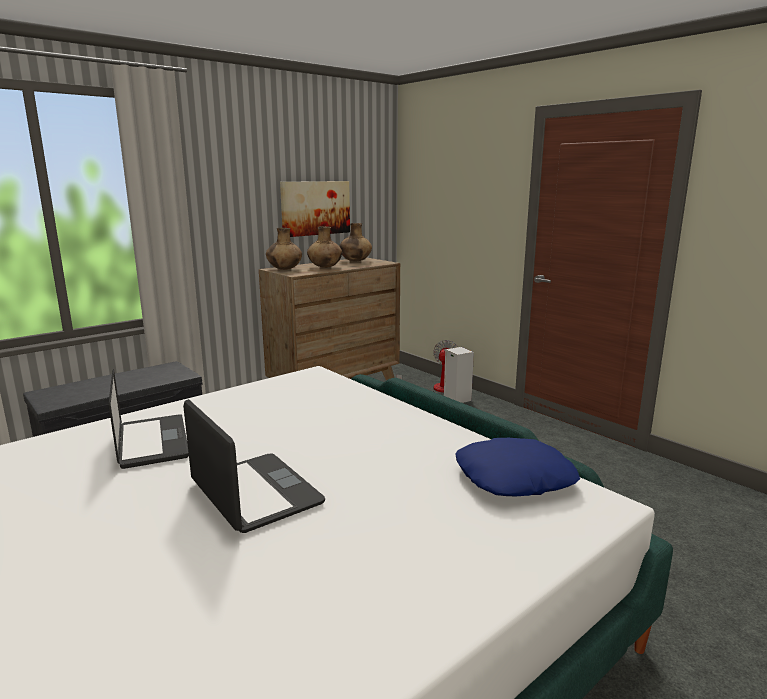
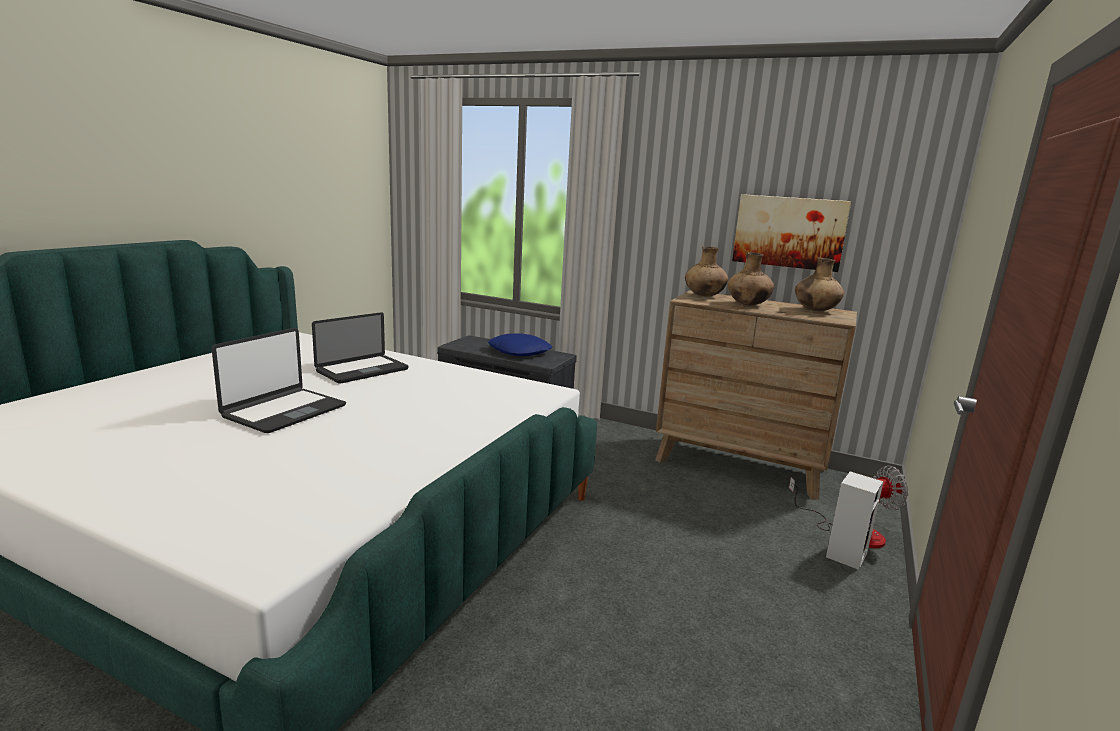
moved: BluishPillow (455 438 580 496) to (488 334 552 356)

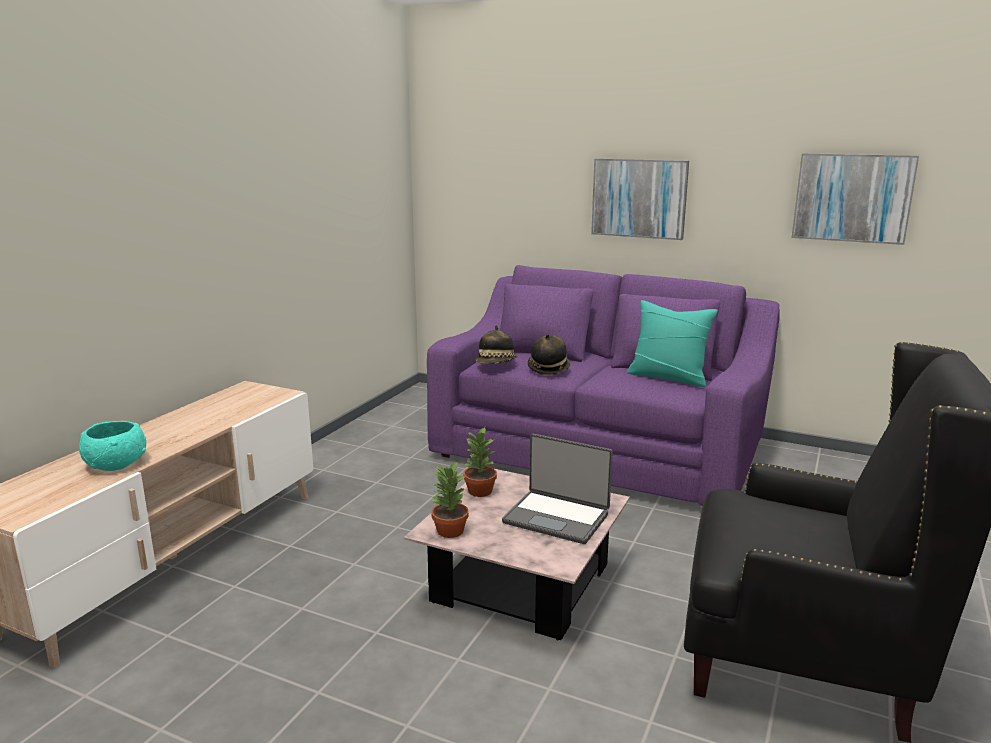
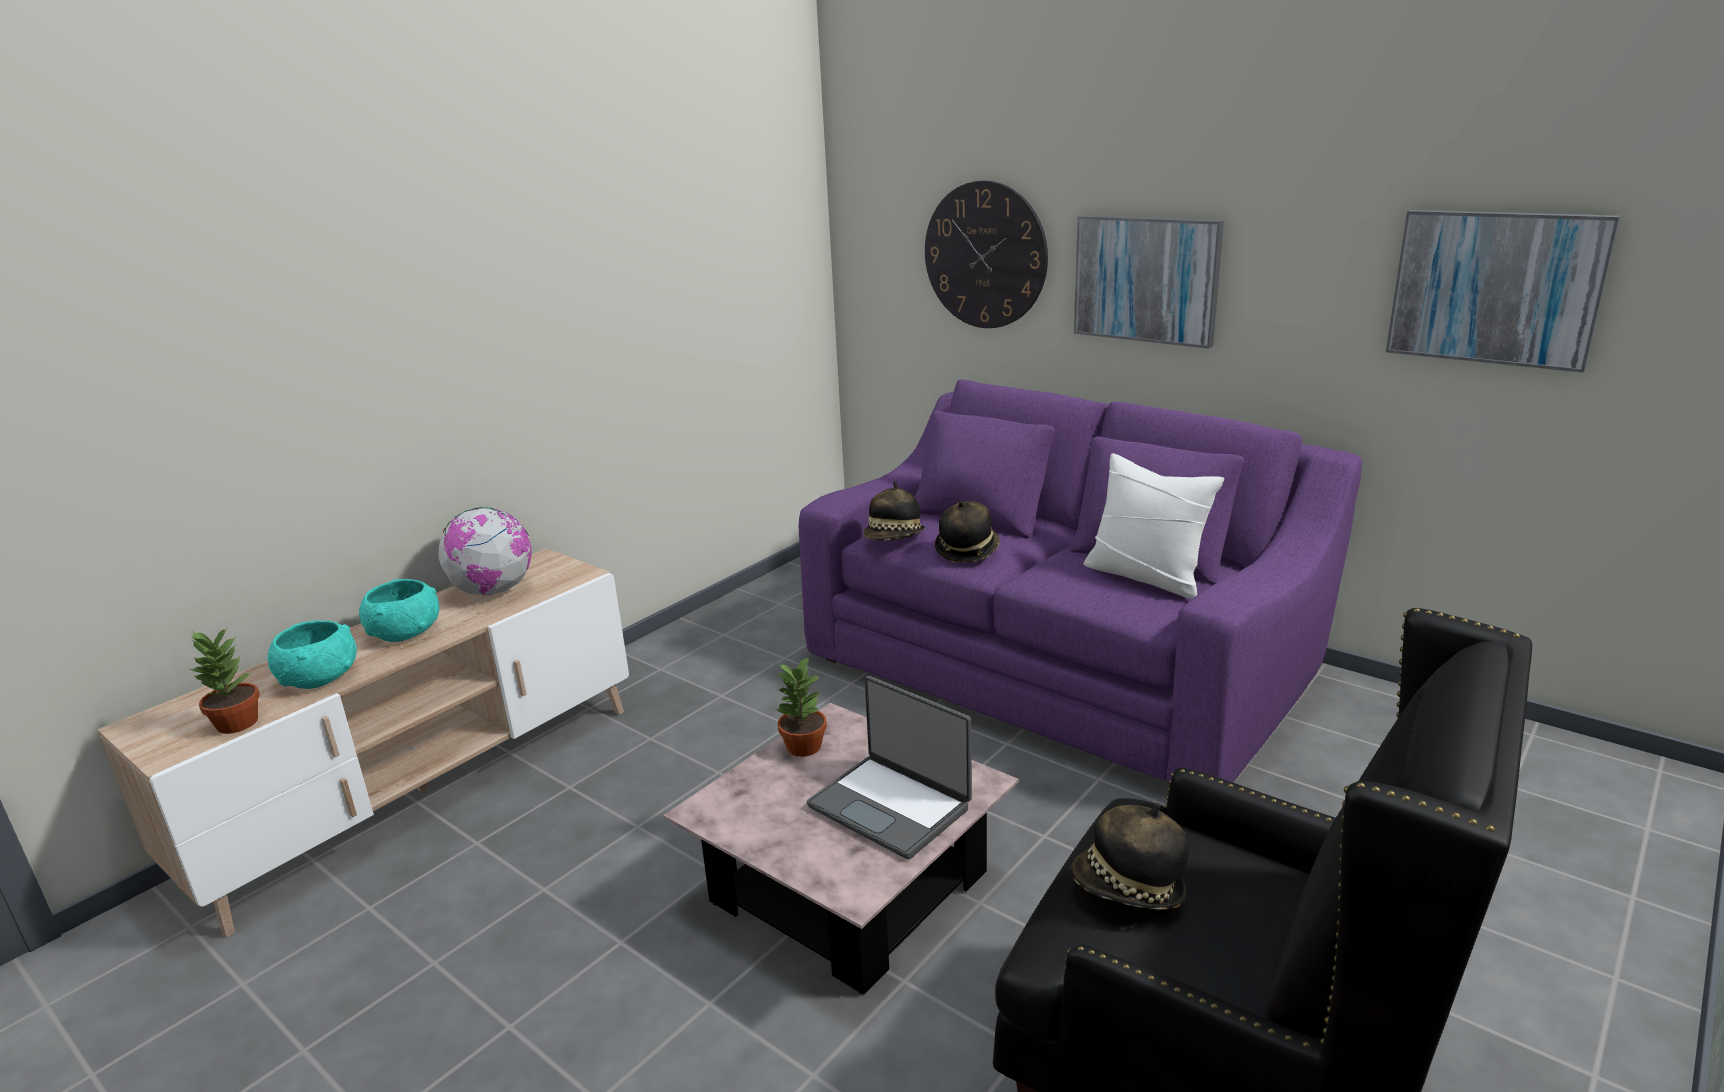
added: TurquoiseColouredServingBowl (359 579 439 642); Globe (438 507 532 595); ClockOnTheWall (925 181 1048 328); WearableHat (1070 803 1189 910)
moved: PottedPlant (431 461 468 538) to (190 627 260 734)
recoloured: TurquoiseColouredPillow (627 300 718 387) to WhitePillow (1084 453 1224 599)

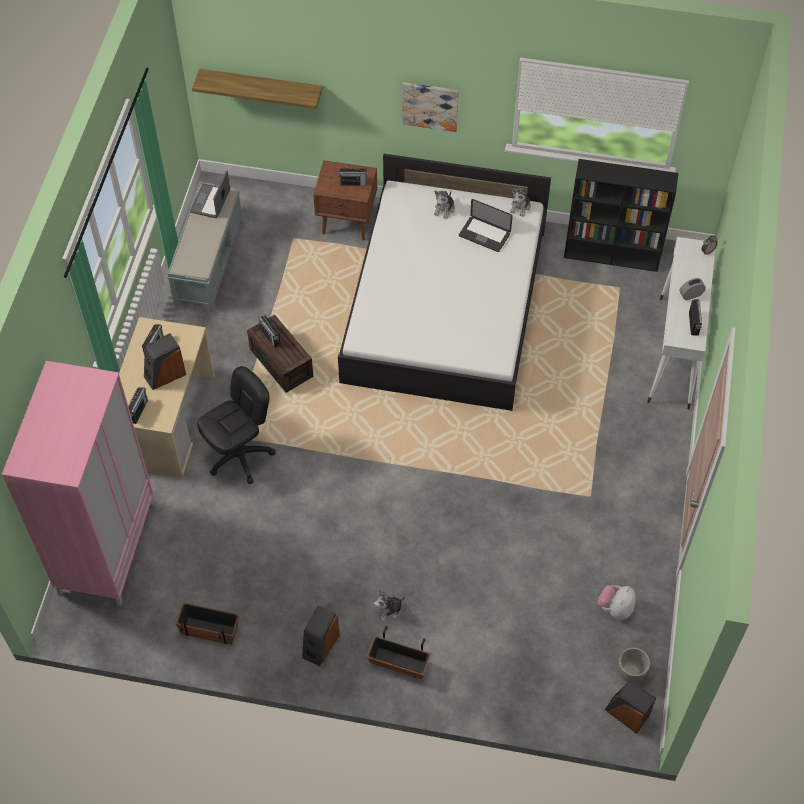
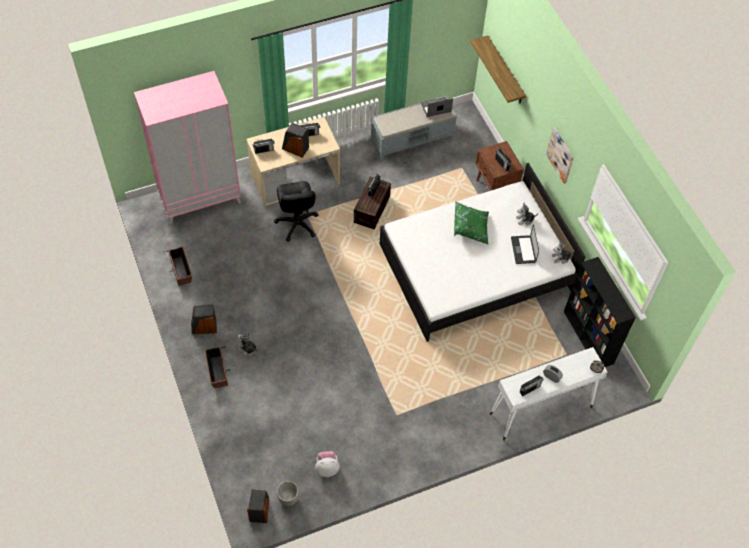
added: GreenPillow (454 202 489 244)
turned: BlackColouredDeskChair (197 366 276 484) = (274 181 319 242) 60 degrees clockwise

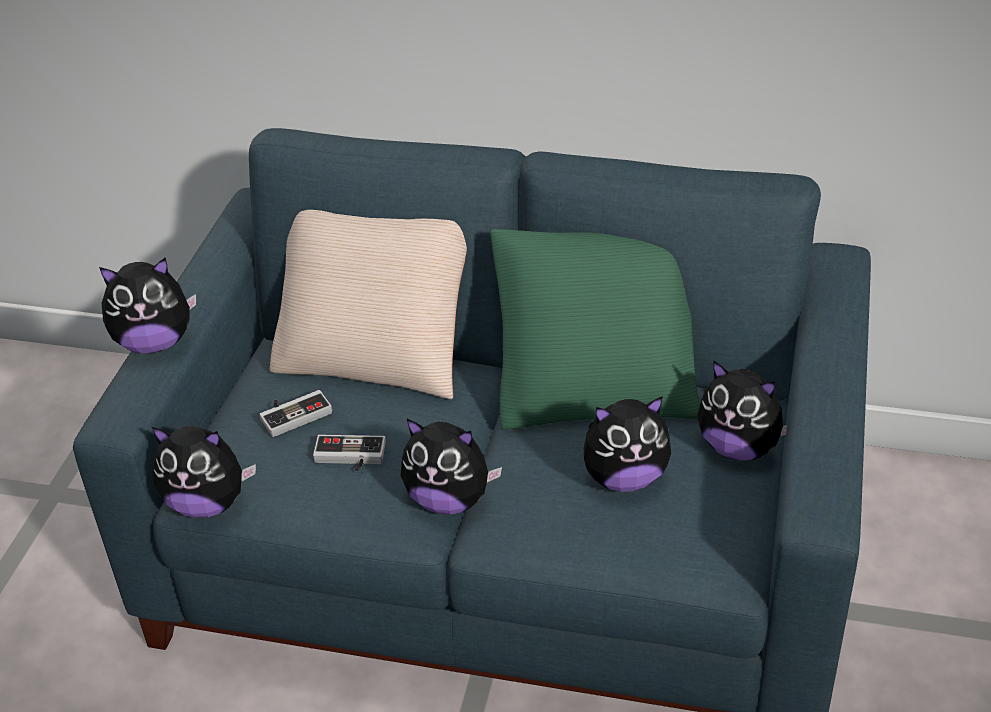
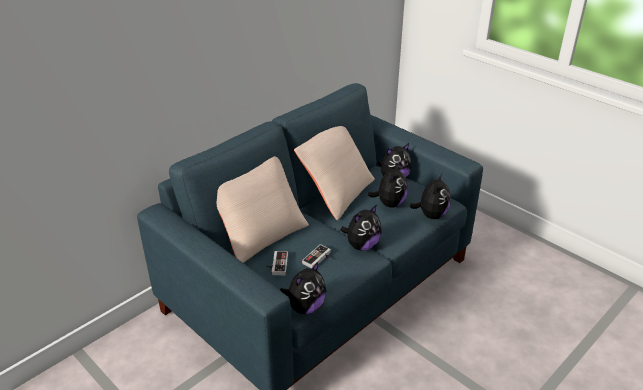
moved: SoftToy (99 258 196 353) to (409 173 450 219)
recoloured: GreenPillow (490 229 700 430) to SandColouredPillow (294 126 375 220)

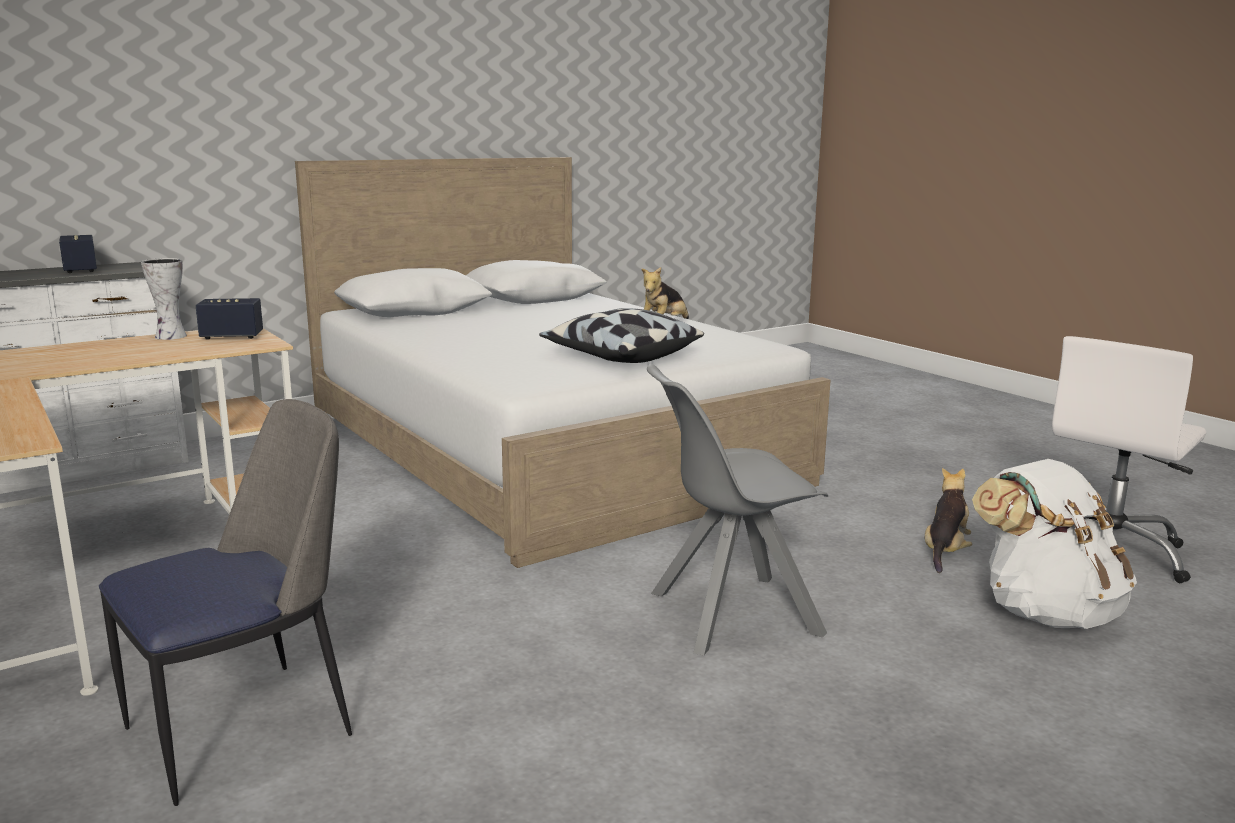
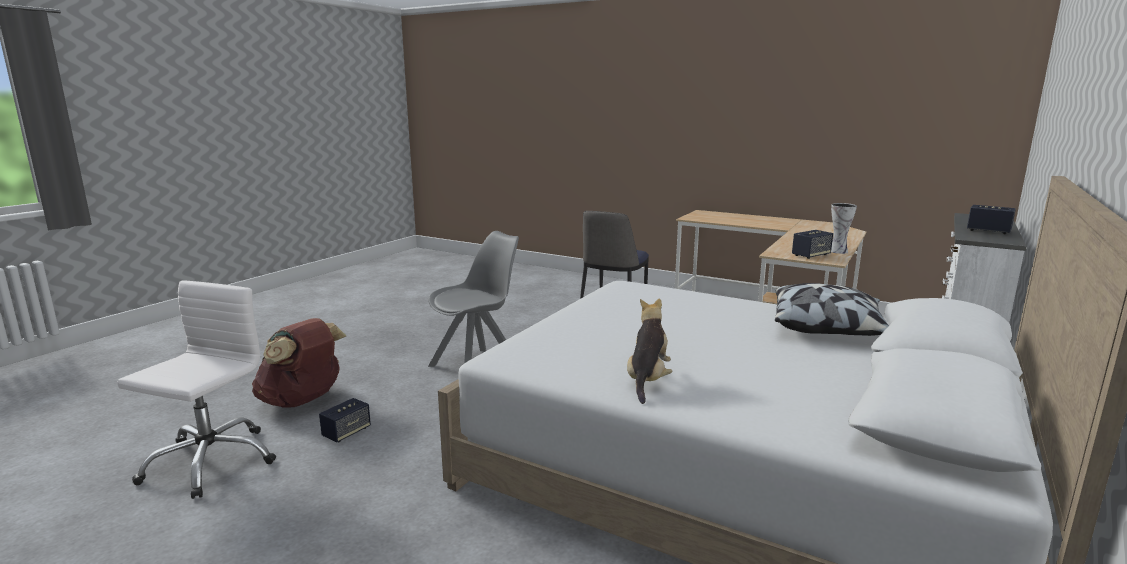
moved: Pillow (539 308 704 363) to (775 283 889 336)
replaced: SoftToy (925 468 972 573) to AudioSpeaker (319 398 371 442)
recoloured: WhiteBackpack (972 459 1137 629) to BrownishBackpack (252 318 346 408)

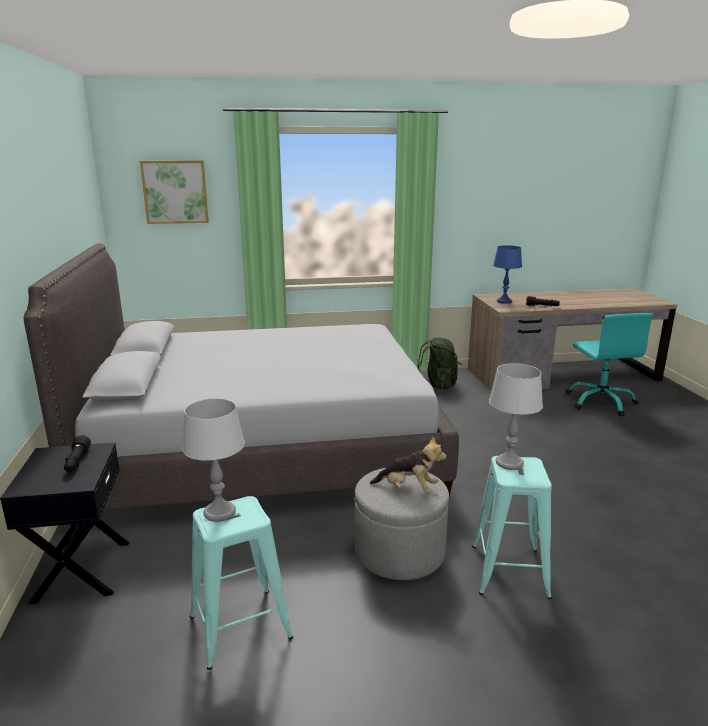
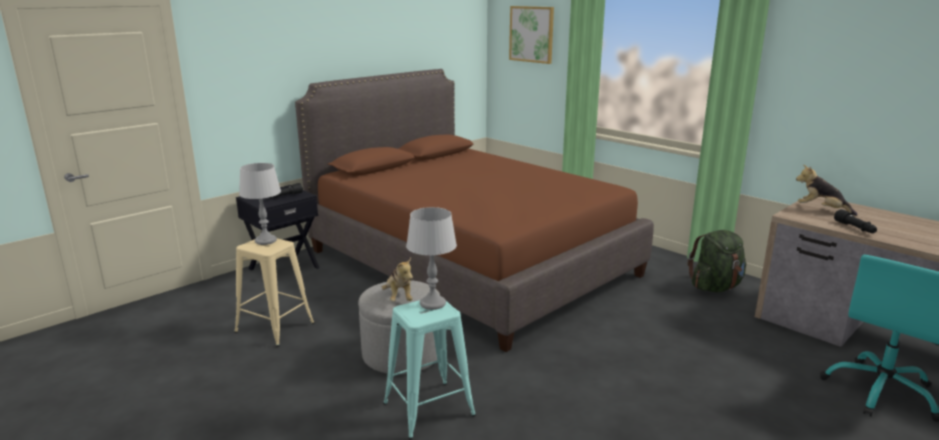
replaced: BluishLampForATable (493 245 522 304) to SoftToy (796 164 858 216)
recoloured: TurquoiseColouredStool (190 496 293 670) to SandColouredStool (234 238 315 347); GreyishBed (24 243 459 526) to BrownishBed (295 69 654 352)

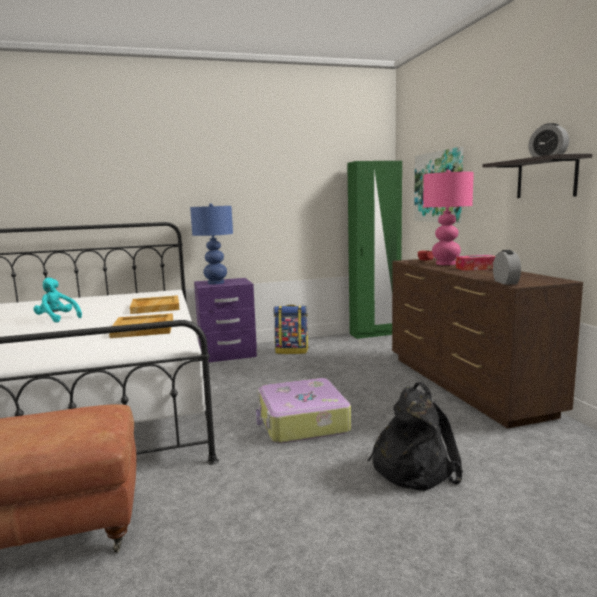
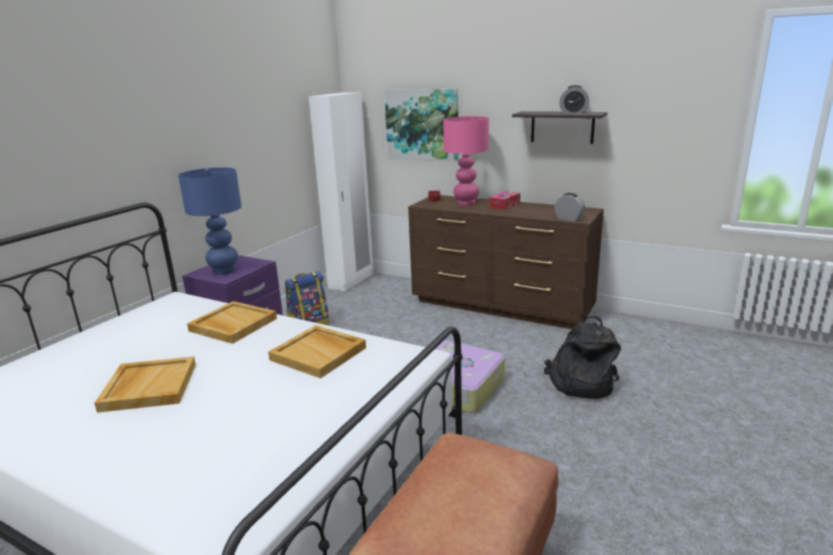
replaced: TurquoiseColouredSoftToy (33 278 82 323) to SandColouredCarryingTray (94 356 196 413)
recoloured: GreenClothesCupboard (347 161 402 339) to WhiteClothesCupboard (309 92 374 291)

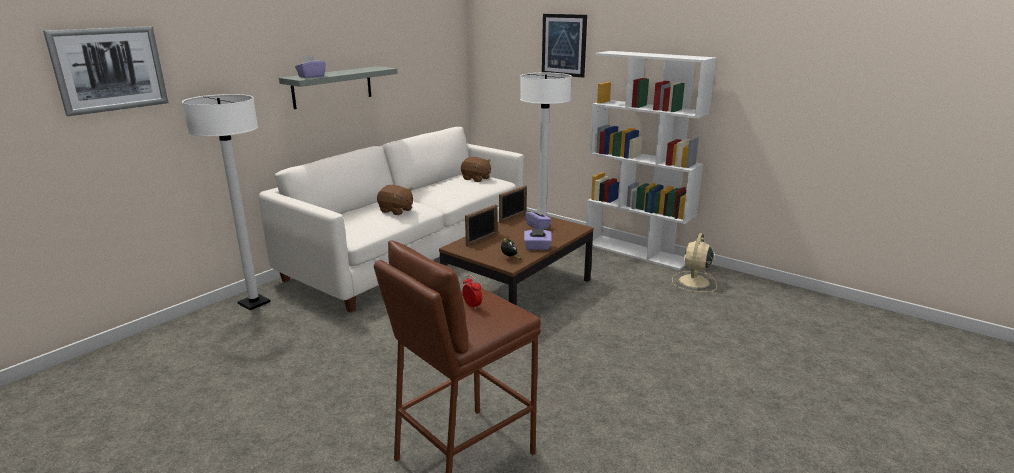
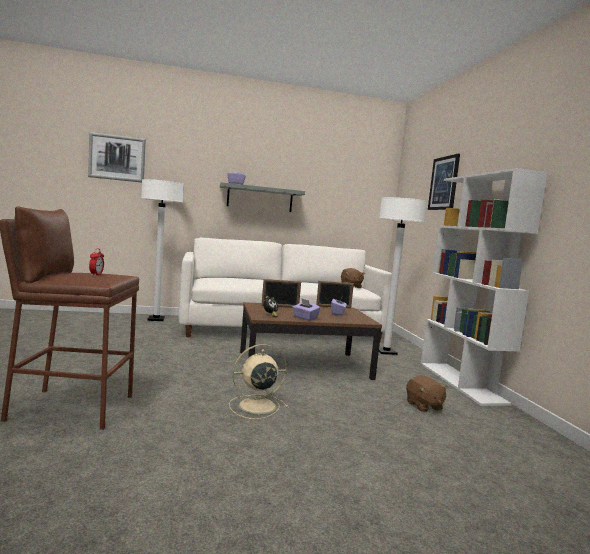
moved: SandColouredFan (672 233 717 293) to (229 344 288 419); BrownishSoftToy (377 185 413 215) to (406 375 448 412)

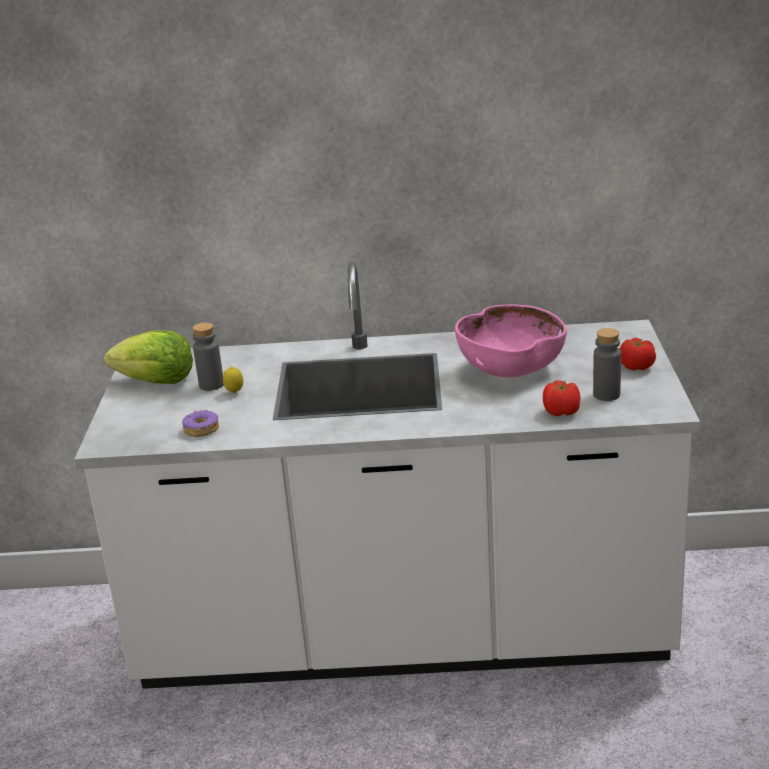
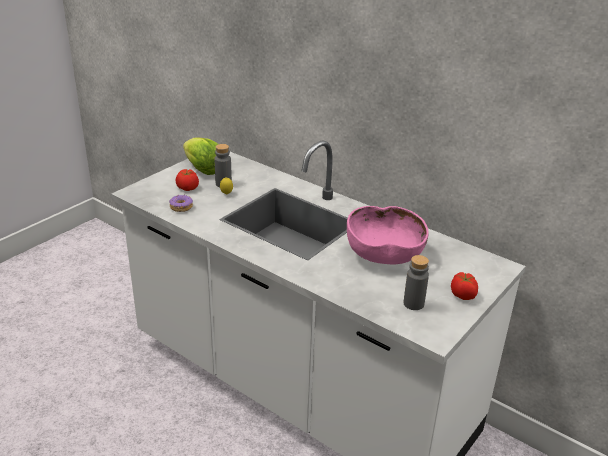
moved: FreshTomato (543 380 581 416) to (176 169 199 191)

